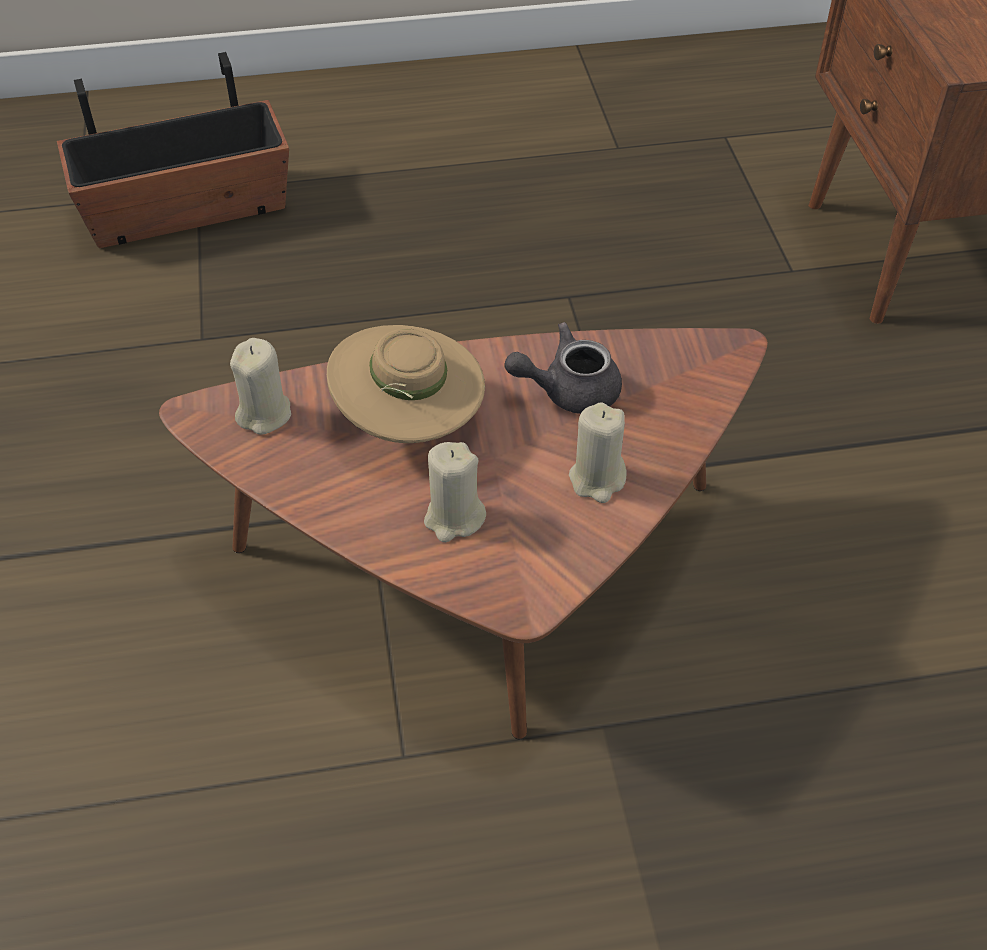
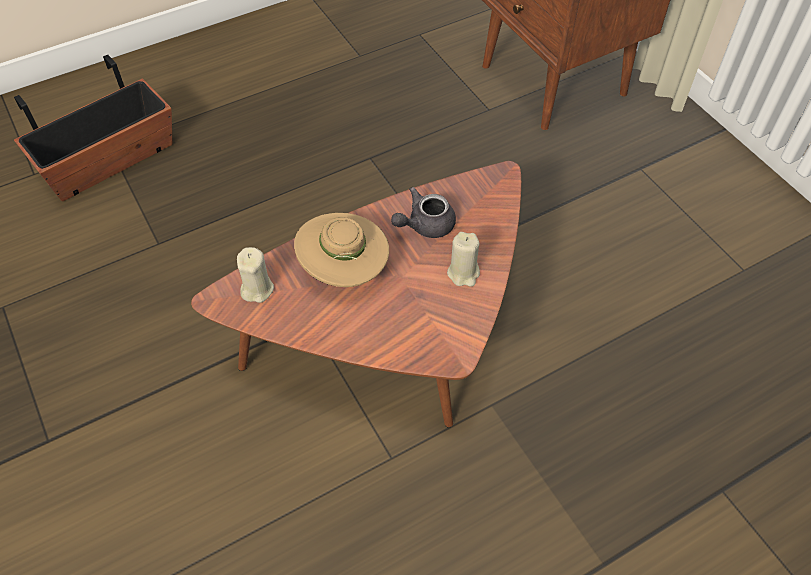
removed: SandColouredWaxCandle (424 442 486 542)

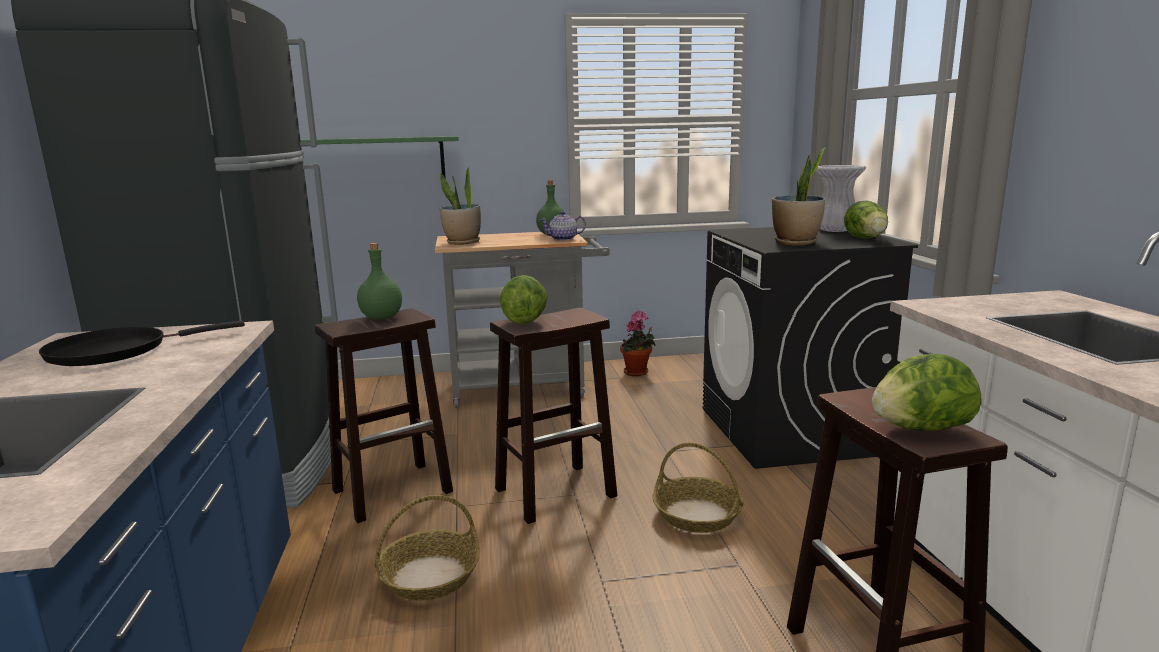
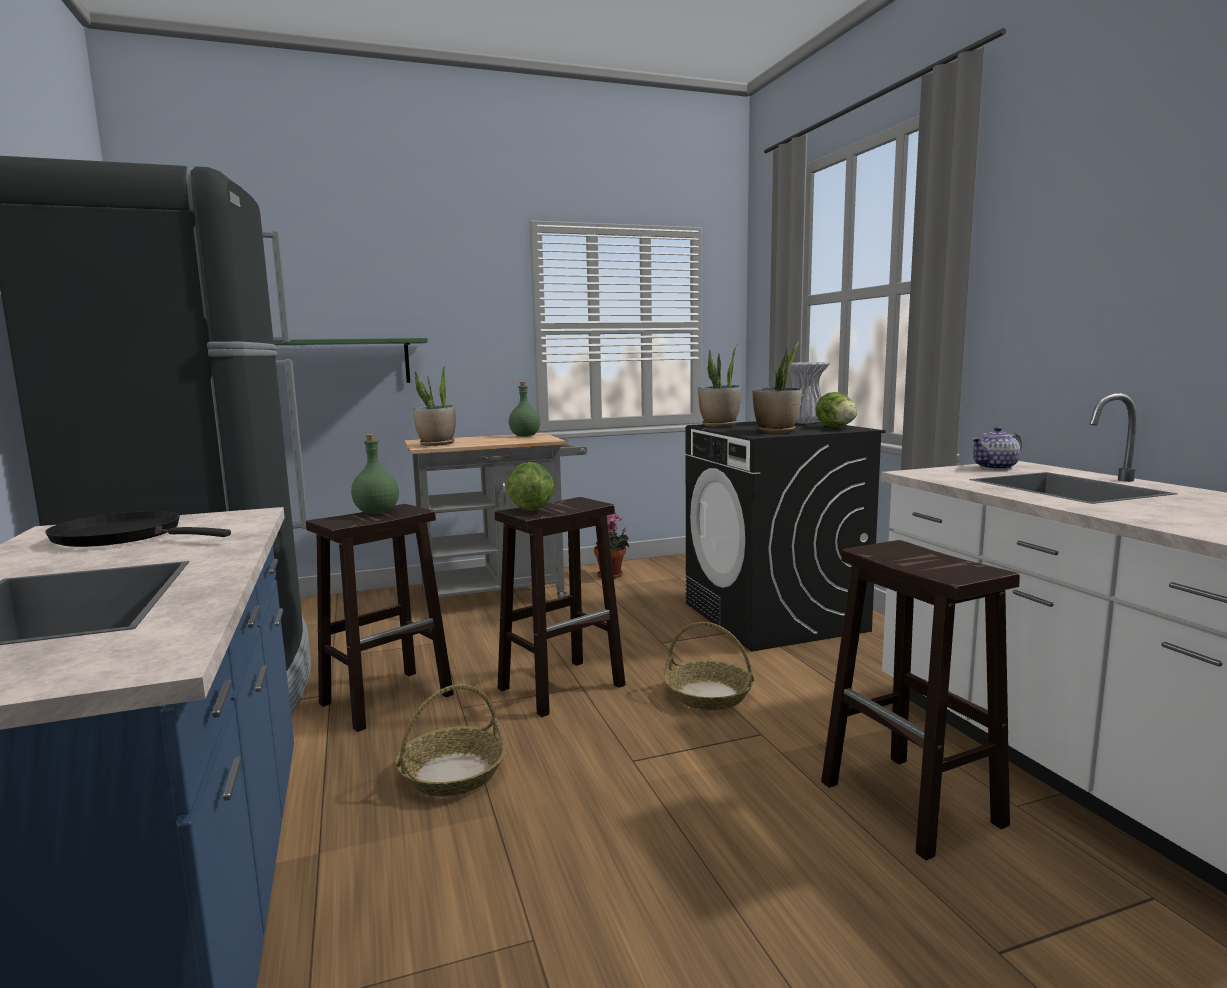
removed: HeadOfLettuce (872 354 981 431)
added: PottedPlant (698 344 741 427)
moved: TeaPot (540 211 586 241) to (972 427 1022 470)
turned: BlackColouredPan (39 320 245 366) = (45 511 231 547) 60 degrees clockwise

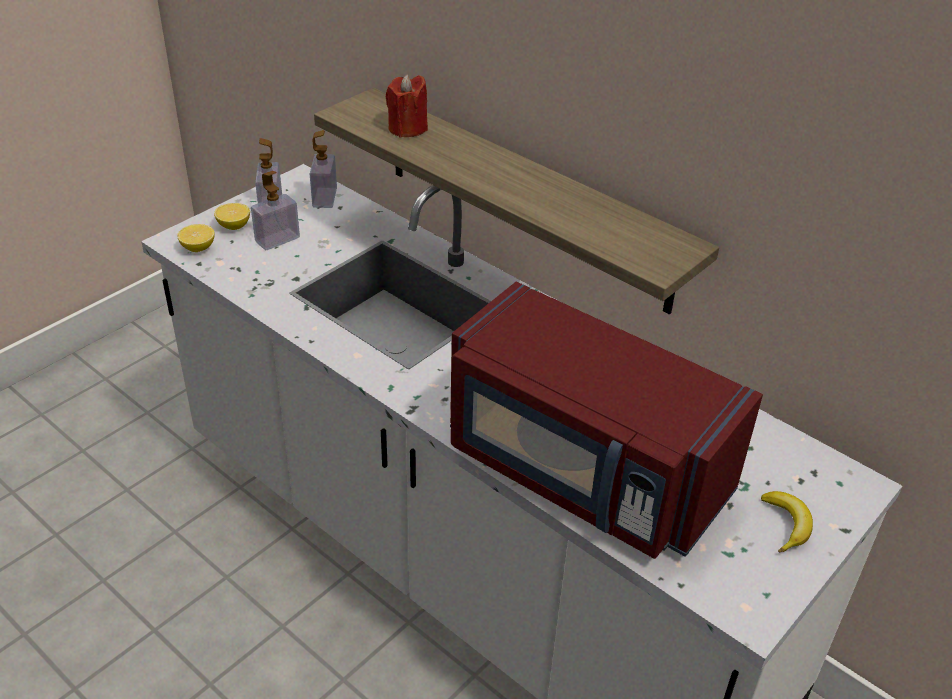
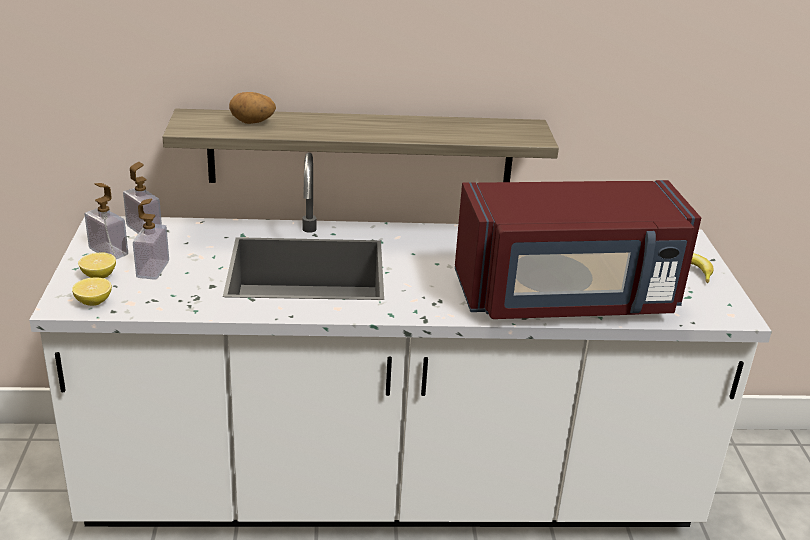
replaced: ReddishWaxCandle (386 75 428 138) to Potato (229 92 276 124)

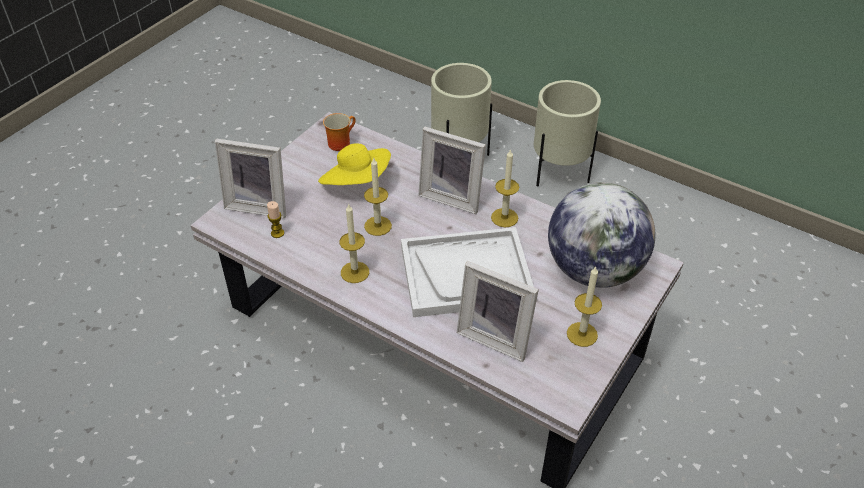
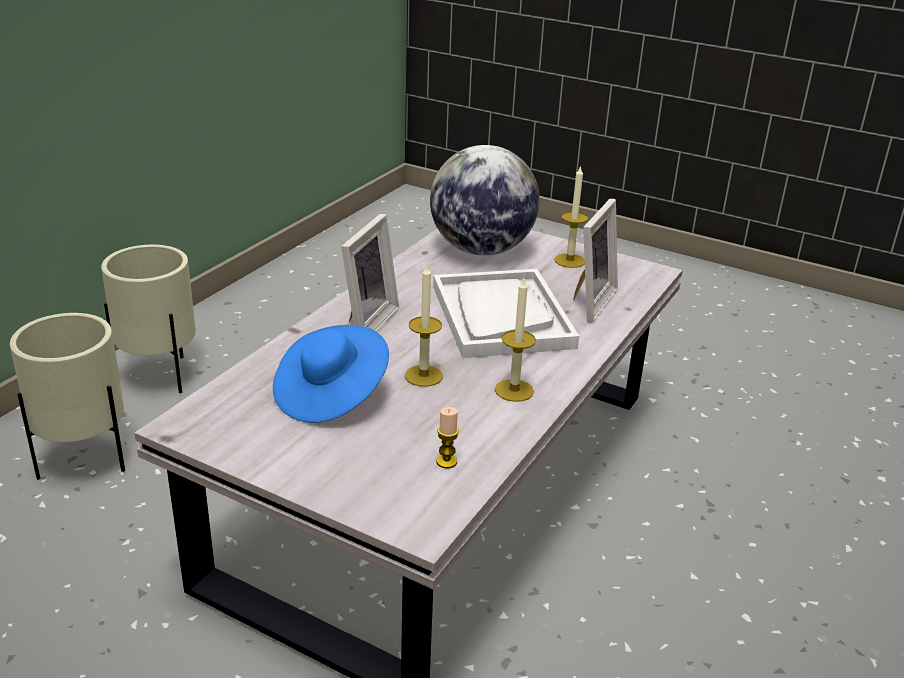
removed: PhotoFrame (215 139 286 218); CoffeeMug (323 113 356 151); WaxCandle (491 149 519 227)
recoloured: YellowColouredWearableHat (318 144 391 185) to BluishWearableHat (273 325 389 423)

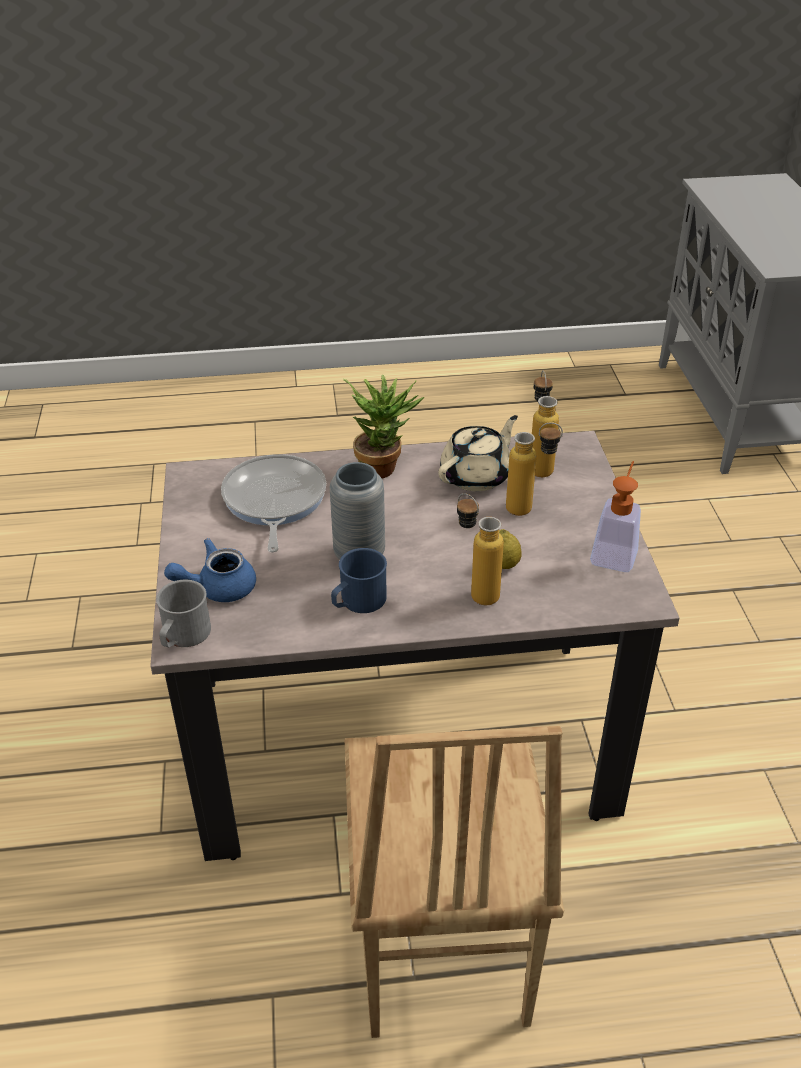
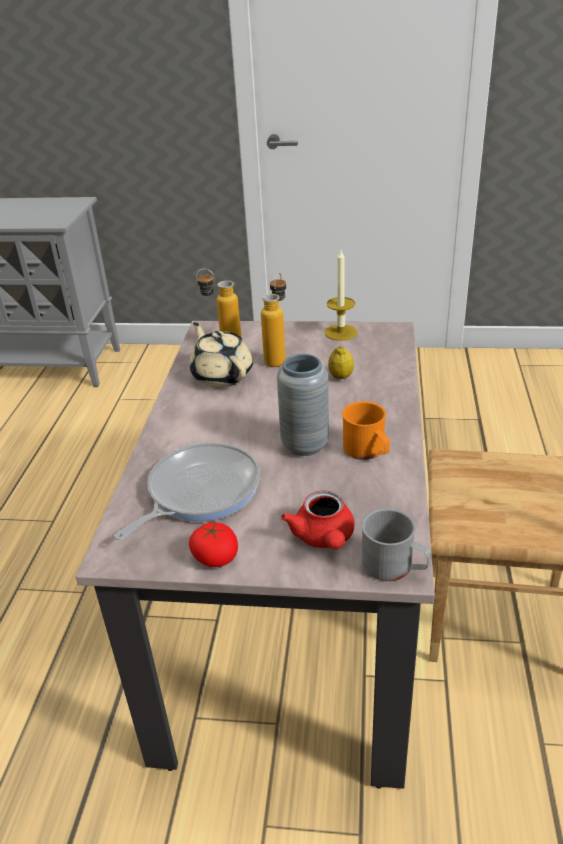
removed: PottedPlant (343 375 424 478); Bottle (457 493 504 605)
added: FreshTomato (189 522 238 567)
replaced: LiquidSoapBottle (590 461 641 572) to WaxCandle (325 250 358 341)
recoloured: BluishTeaPot (164 538 256 602) to ReddishTeaPot (281 491 355 550); BluishCoffeeMug (331 548 387 613) to OrangeyCoffeeMug (342 401 390 460)
turned: Pan (221 454 326 552) = (114 442 260 540) 120 degrees clockwise

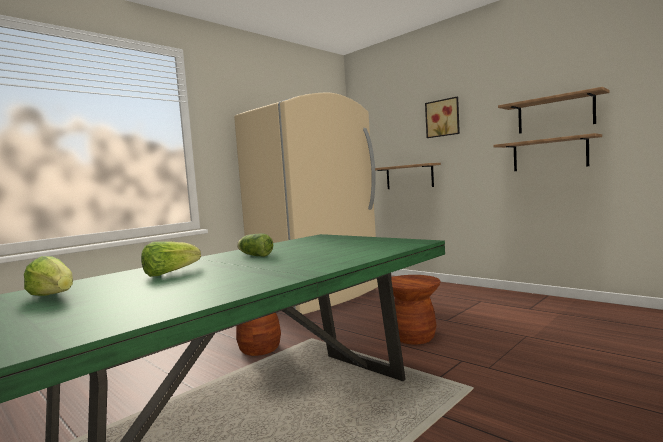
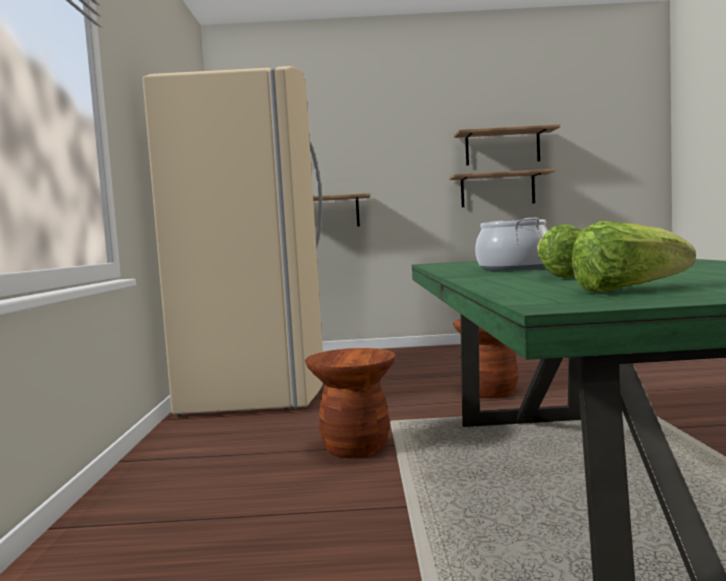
removed: WallArt (425 97 460 138)
replaced: HeadOfLettuce (237 233 273 257) to Stockpot (475 218 548 271)

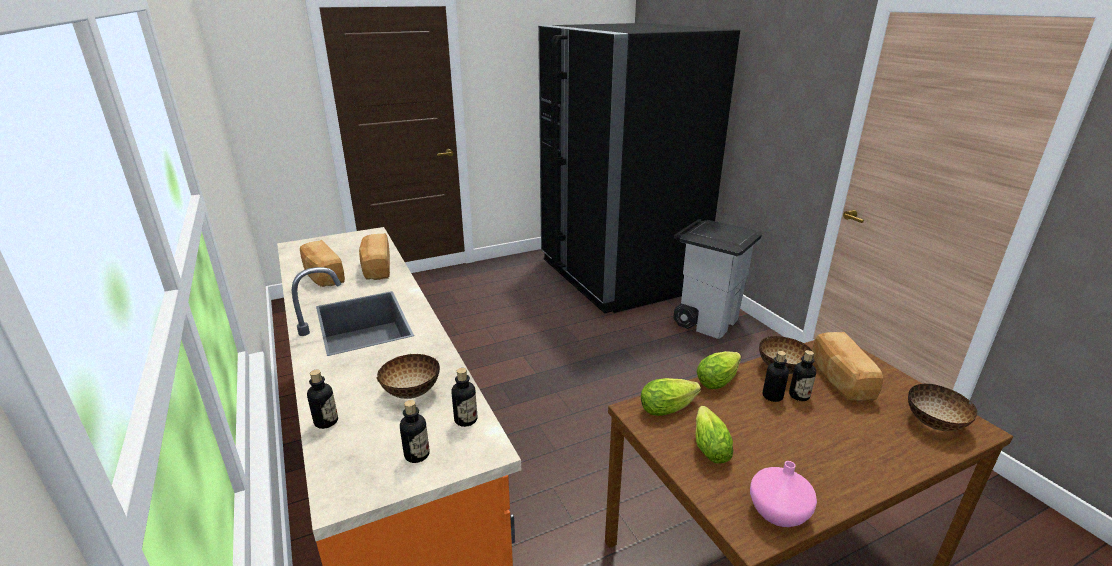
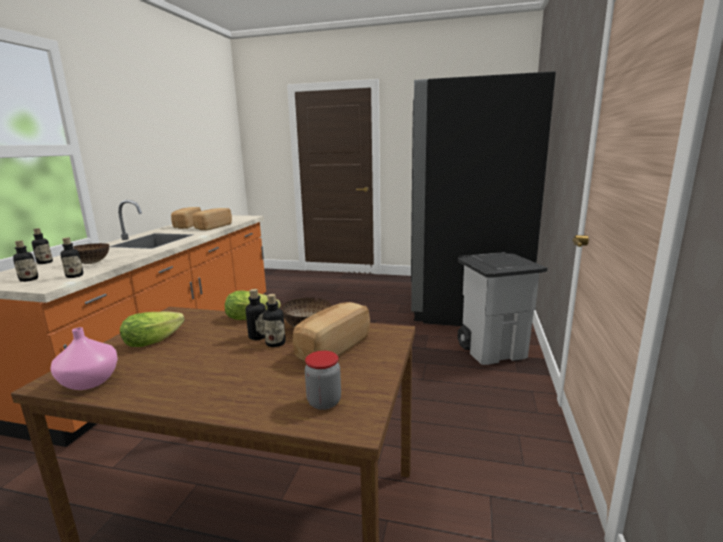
removed: HeadOfLettuce (641 378 701 416)
replaced: ServingBowl (908 384 977 431) to StorageJar (305 351 341 410)

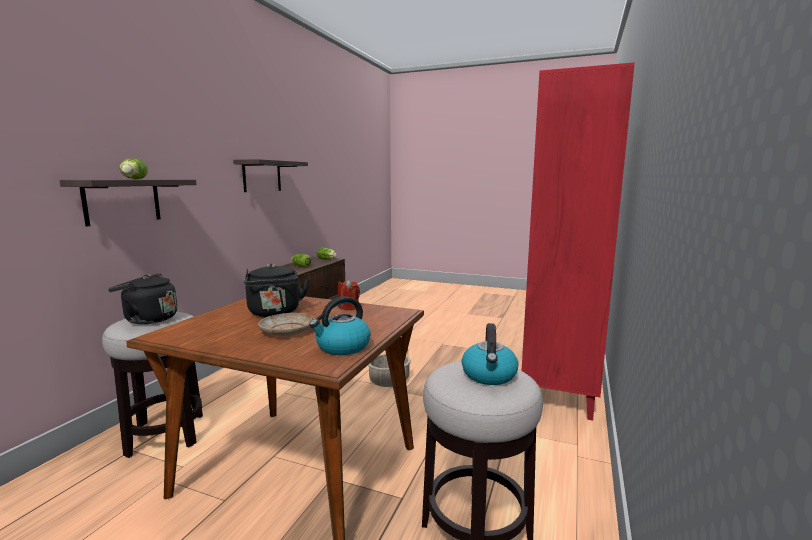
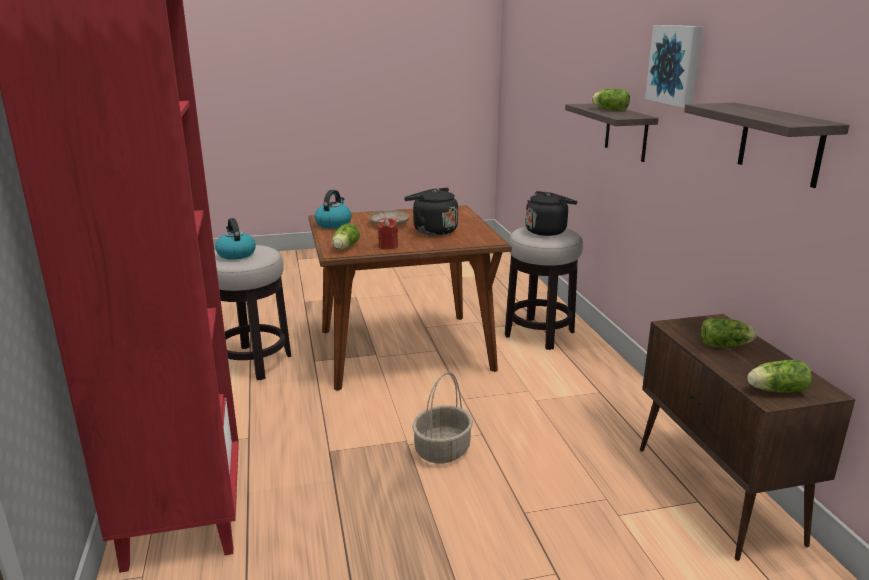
added: HeadOfLettuce (332 223 360 249); WallArt (645 25 703 108)

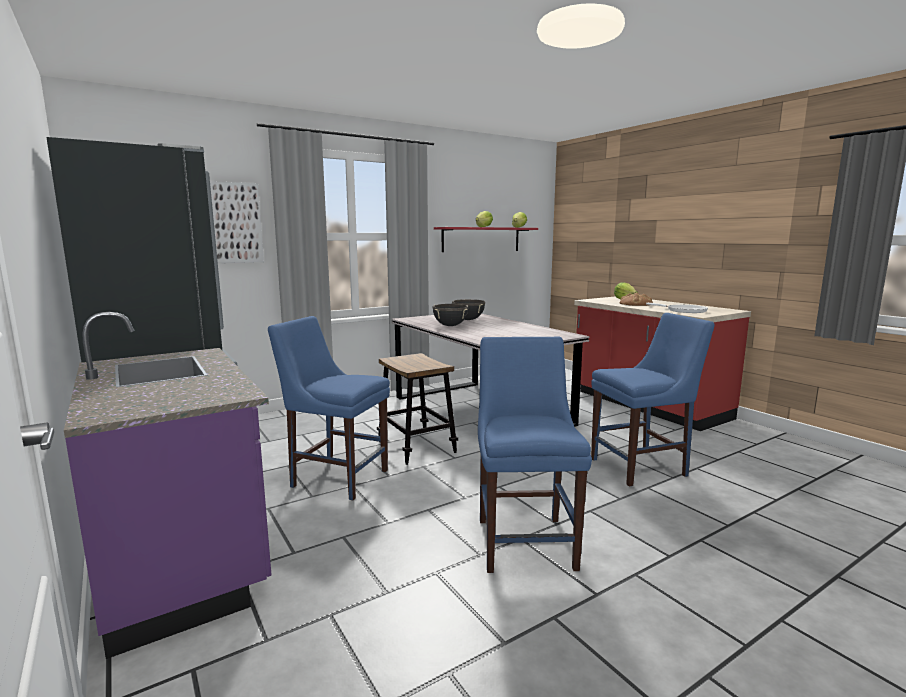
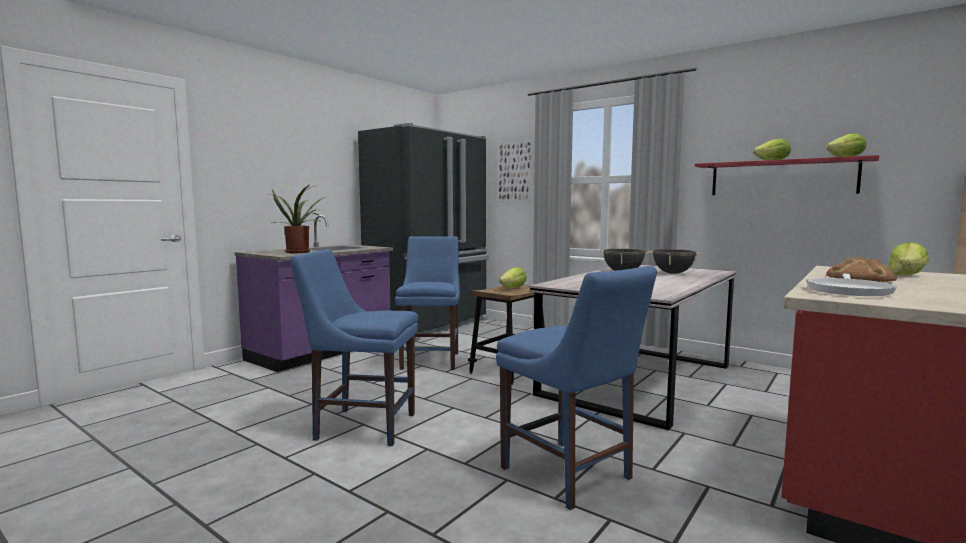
added: PottedPlant (270 185 325 253); HeadOfLettuce (499 267 527 288)
turned: BluishUprightChair (478 337 592 573) = (290 249 418 446) 150 degrees counterclockwise

